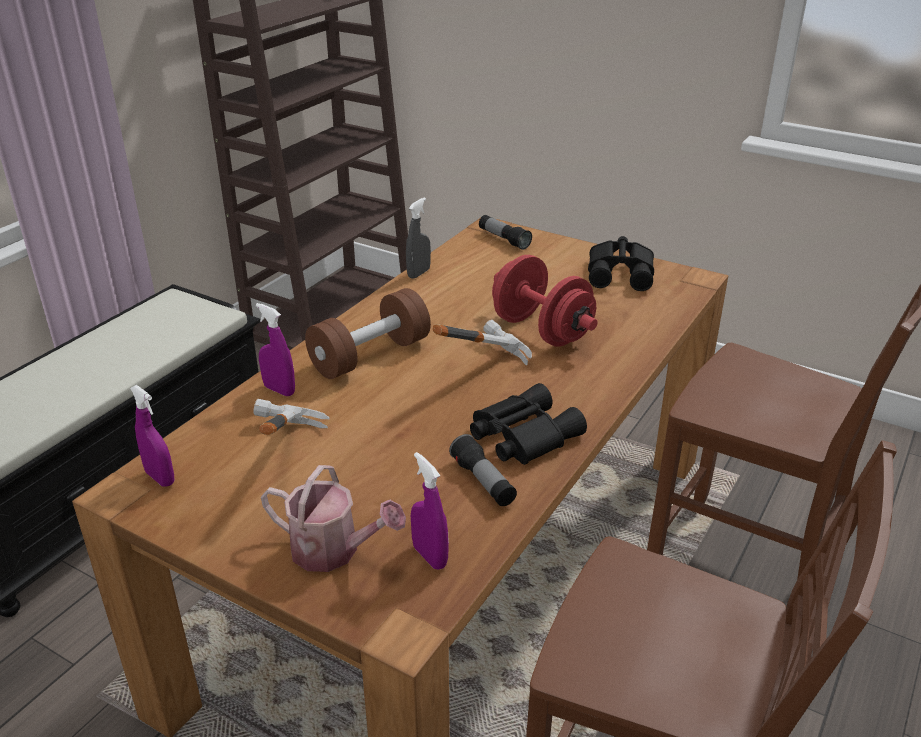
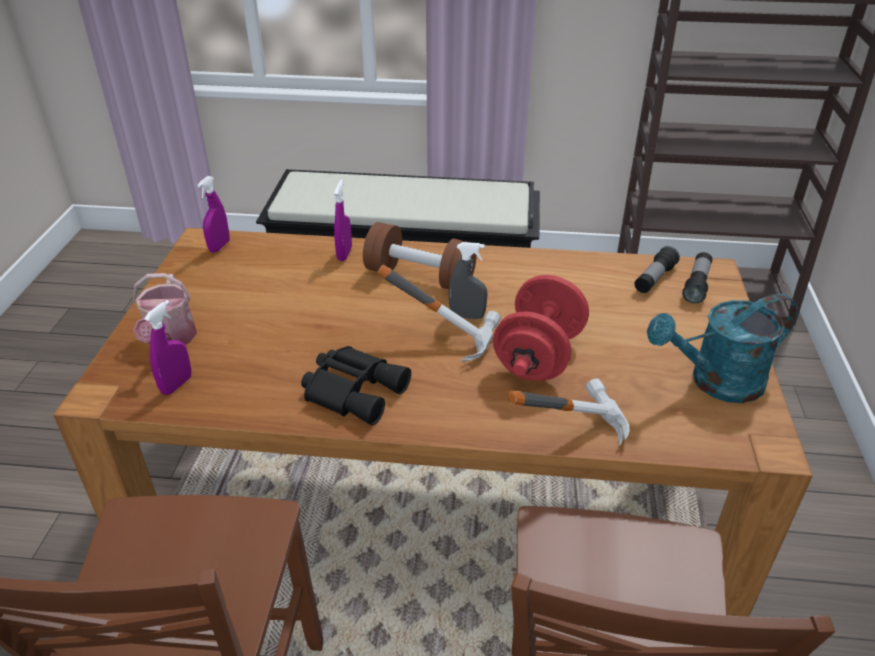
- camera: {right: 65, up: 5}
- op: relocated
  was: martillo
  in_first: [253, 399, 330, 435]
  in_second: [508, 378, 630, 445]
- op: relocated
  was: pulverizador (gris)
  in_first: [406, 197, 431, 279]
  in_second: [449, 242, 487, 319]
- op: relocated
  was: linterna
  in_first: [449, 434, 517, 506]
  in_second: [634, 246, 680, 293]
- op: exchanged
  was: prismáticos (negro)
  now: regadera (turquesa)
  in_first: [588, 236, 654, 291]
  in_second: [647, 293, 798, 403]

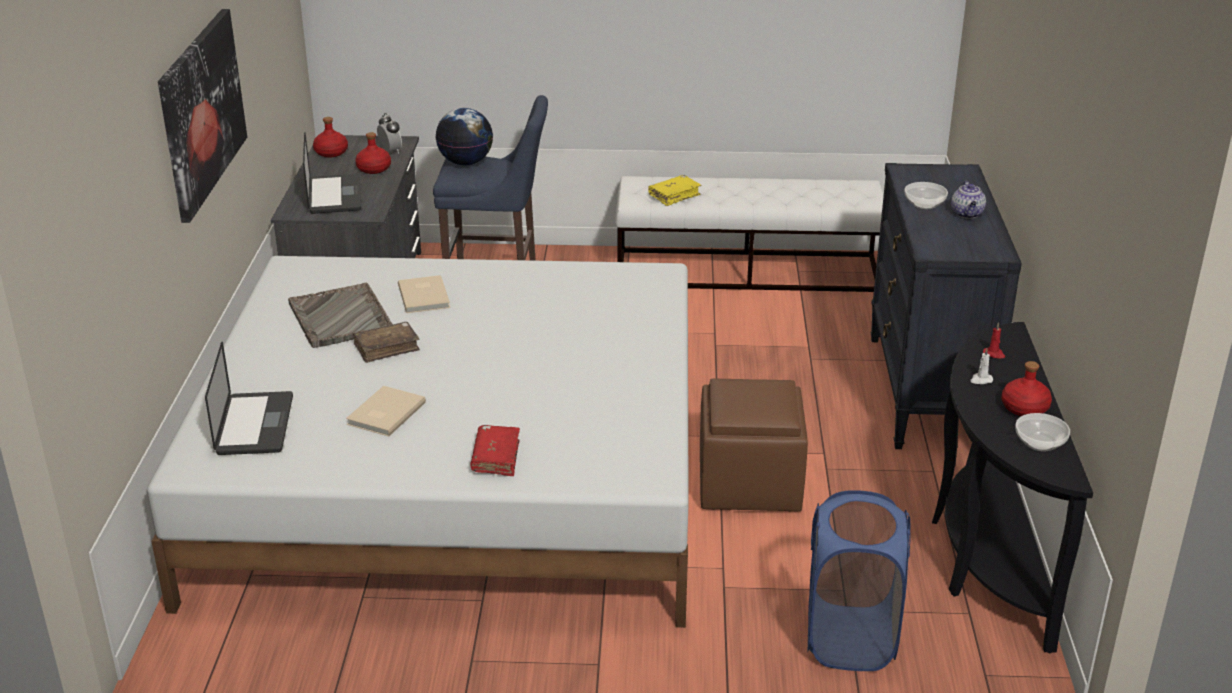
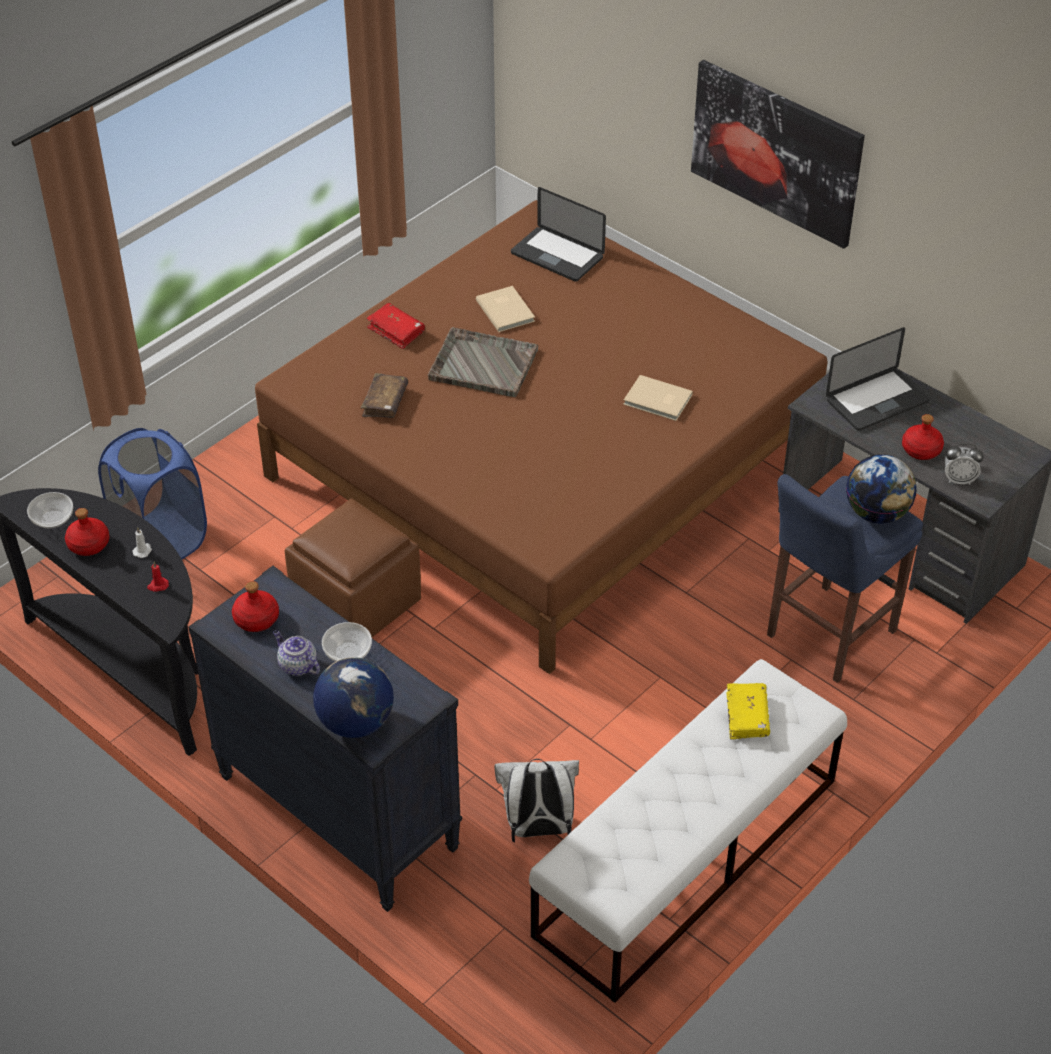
- camera: {right: 130, up: 15}
- op: colour
  was: cama (blanco)
  now: cama (marrón)
  in_first: [147, 256, 689, 628]
  in_second: [255, 200, 828, 674]
- op: relocated
  was: bandeja (gris)
  in_first: [288, 283, 393, 348]
  in_second: [428, 327, 538, 397]
- op: spun
  was: portátil
  in_first: [303, 132, 361, 214]
  in_second: [826, 327, 930, 431]
  clockwise: -60
- op: relocated
  was: botella (rojo)
  in_first: [313, 117, 348, 157]
  in_second: [232, 581, 279, 632]
- op: relocated
  was: libro (marrón)
  in_first: [354, 322, 420, 363]
  in_second: [361, 373, 408, 418]
- op: appeared
  now: globo terráqueo
  in_second: [313, 657, 394, 738]
- op: appeared
  now: mochila (blanco)
  in_second: [494, 759, 579, 842]

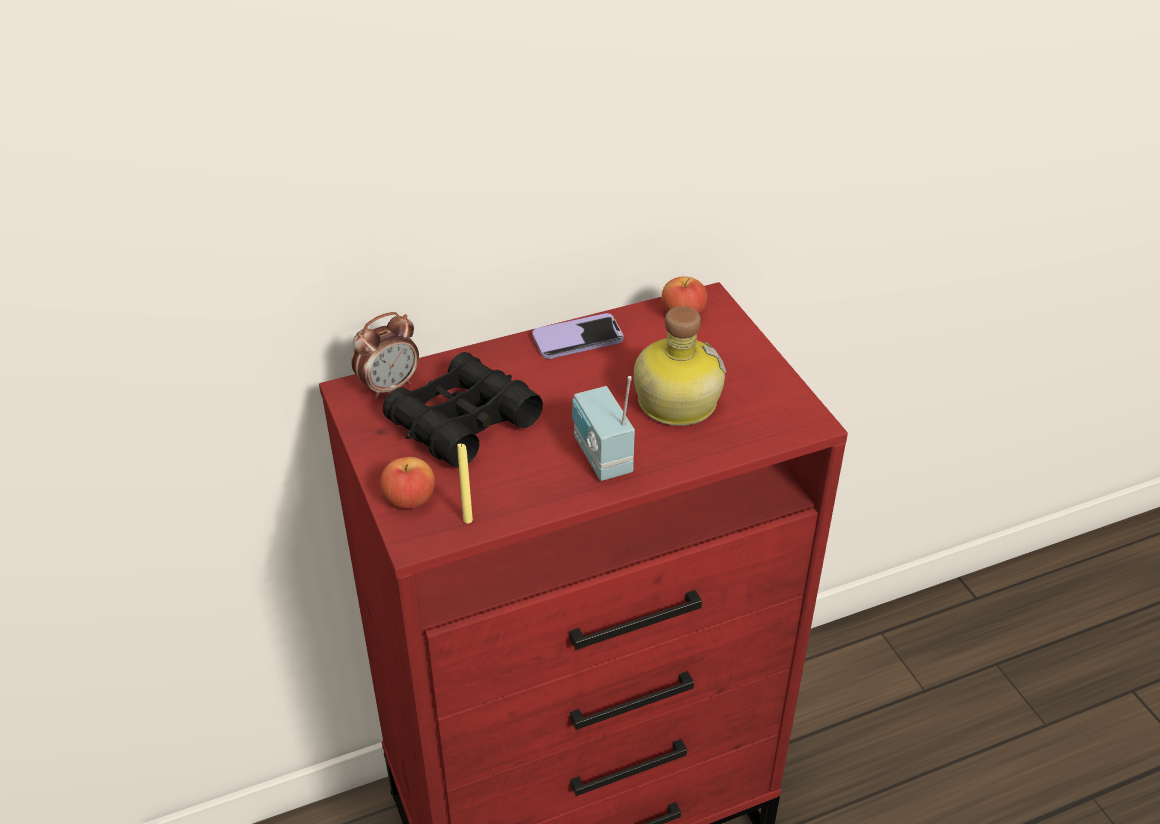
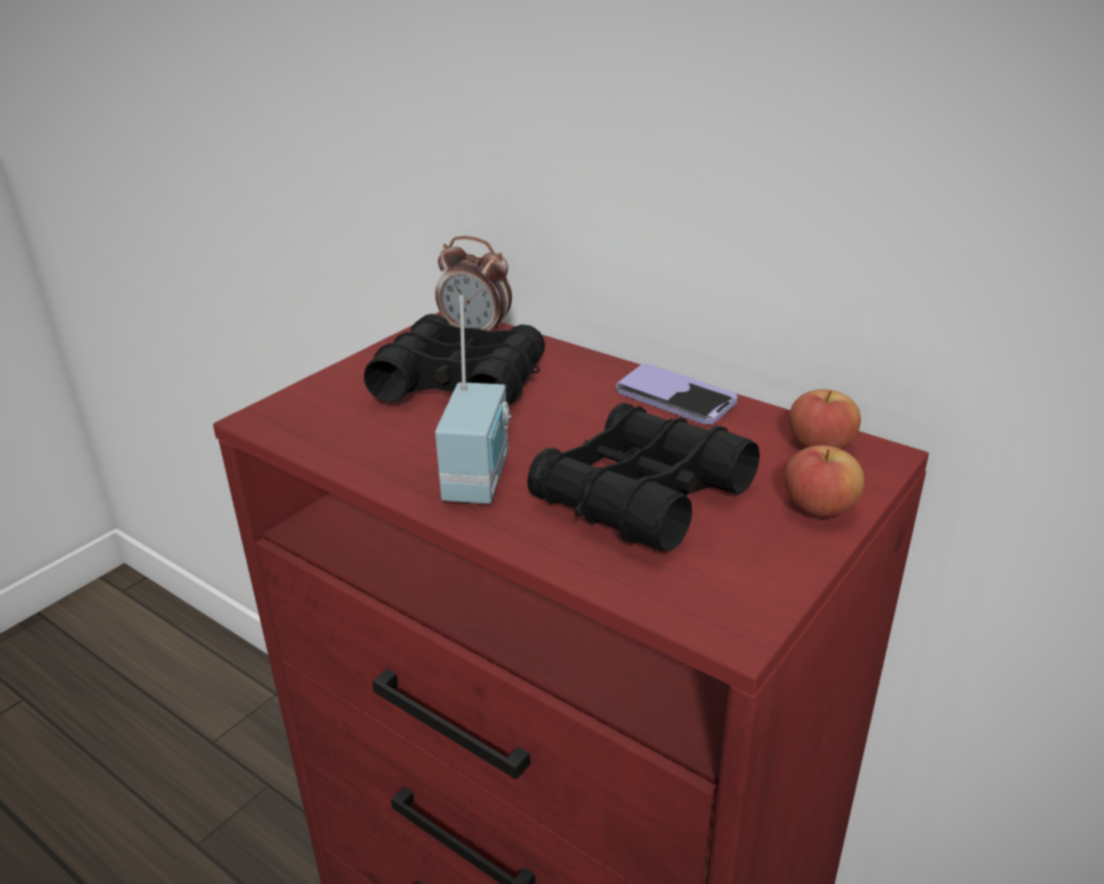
- camera: {right: 60, up: -10}
- op: relocated
  was: manzana
  in_first: [380, 457, 435, 509]
  in_second: [785, 445, 864, 518]
- op: missing
  was: vela (amarillo)
  in_first: [457, 443, 473, 524]
- op: spun
  was: radio
  in_first: [572, 376, 635, 481]
  in_second: [435, 296, 513, 504]
  clockwise: 150
- op: exchanged
  was: botella
  now: prismáticos (negro)
  in_first: [634, 306, 726, 426]
  in_second: [527, 403, 760, 552]

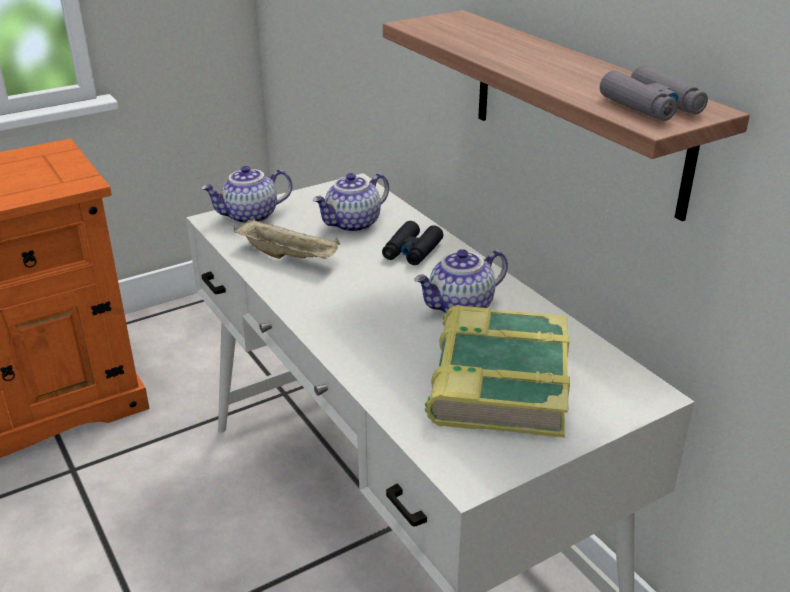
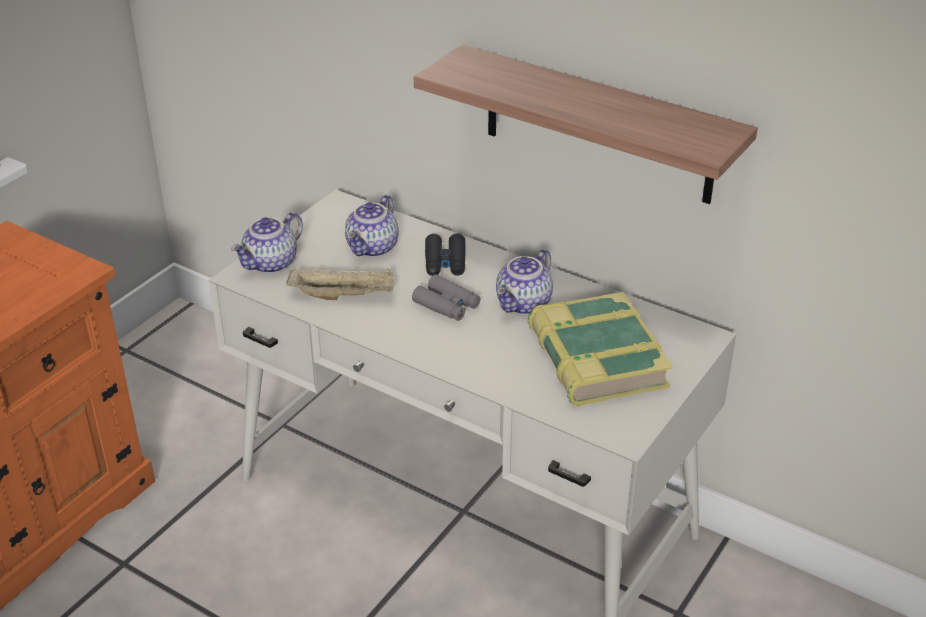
- camera: {right: -25, up: 5}
- op: relocated
  was: prismáticos (gris)
  in_first: [600, 65, 708, 121]
  in_second: [412, 274, 480, 321]

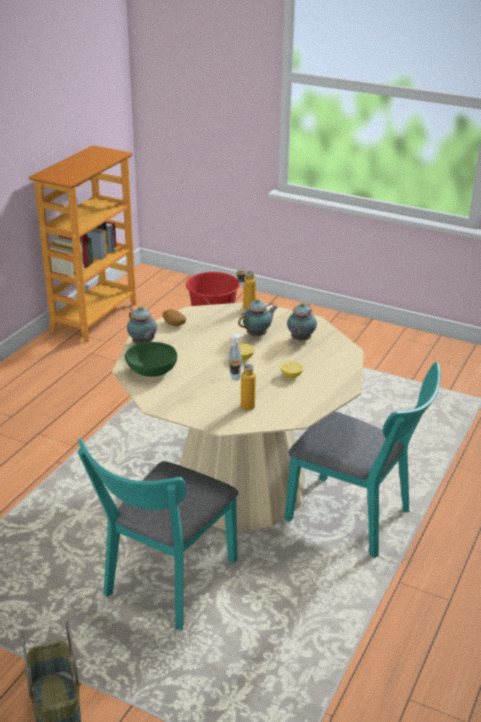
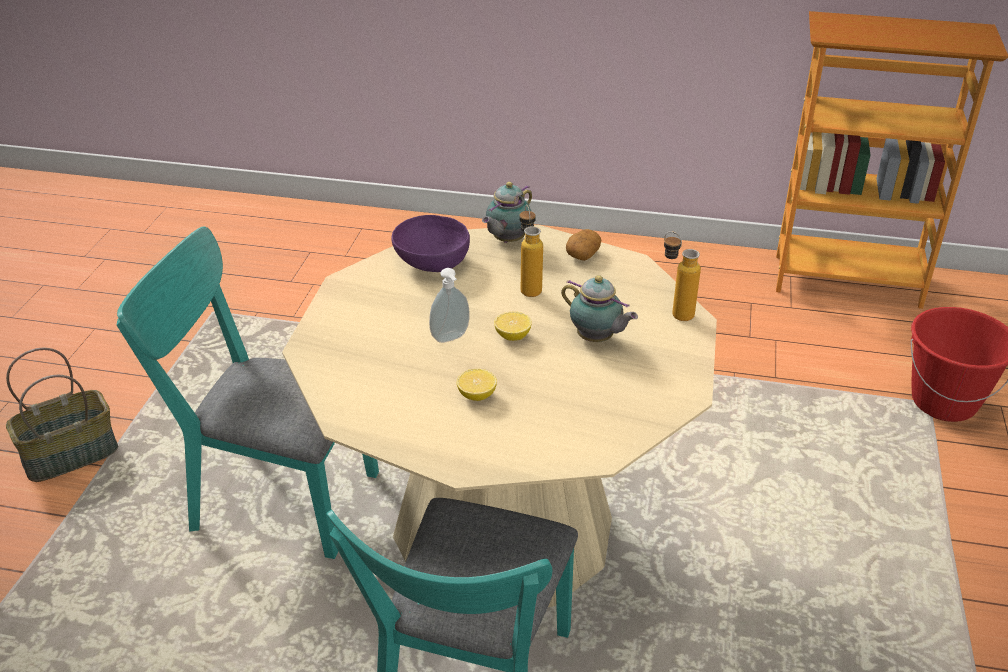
- camera: {right: 75, up: 5}
- op: colour
  was: cuenco (verde)
  now: cuenco (morado)
  in_first: [125, 342, 177, 377]
  in_second: [391, 215, 470, 272]
- op: relocated
  was: botella
  in_first: [229, 357, 256, 411]
  in_second: [519, 205, 543, 297]
- op: missing
  was: tetera
  in_first: [287, 303, 317, 341]

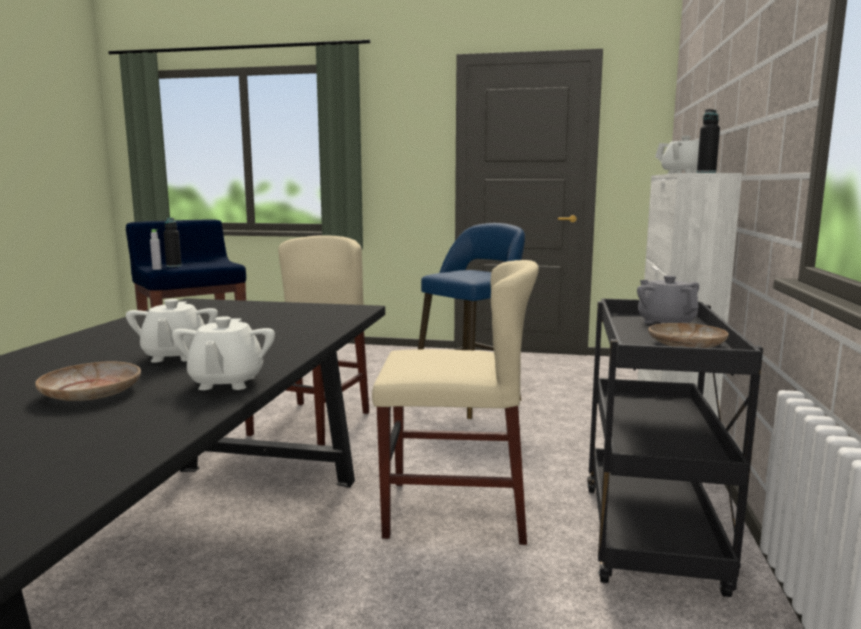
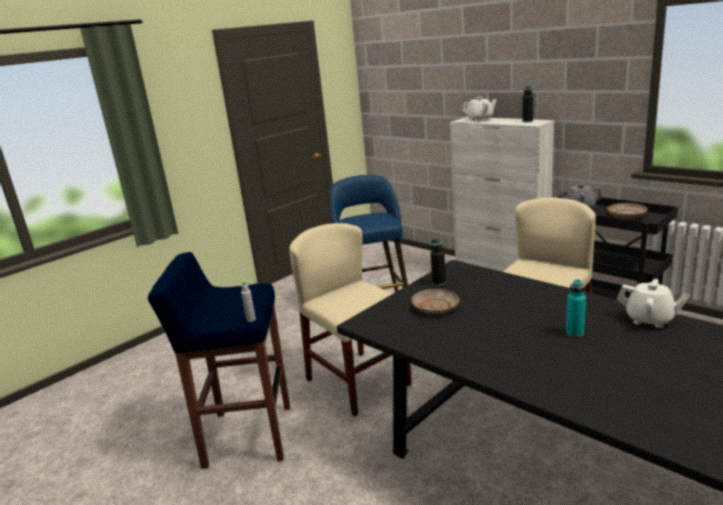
- camera: {right: -55, up: 10}
- op: relocated
  was: plato (beis)
  in_first: [35, 361, 141, 401]
  in_second: [411, 289, 459, 314]
- op: exchanged
  was: tetera (blanco)
  now: botella (turquesa)
  in_first: [126, 299, 218, 363]
  in_second: [566, 280, 586, 337]
- op: relocated
  was: botella (negro)
  in_first: [164, 218, 182, 267]
  in_second: [430, 239, 446, 286]

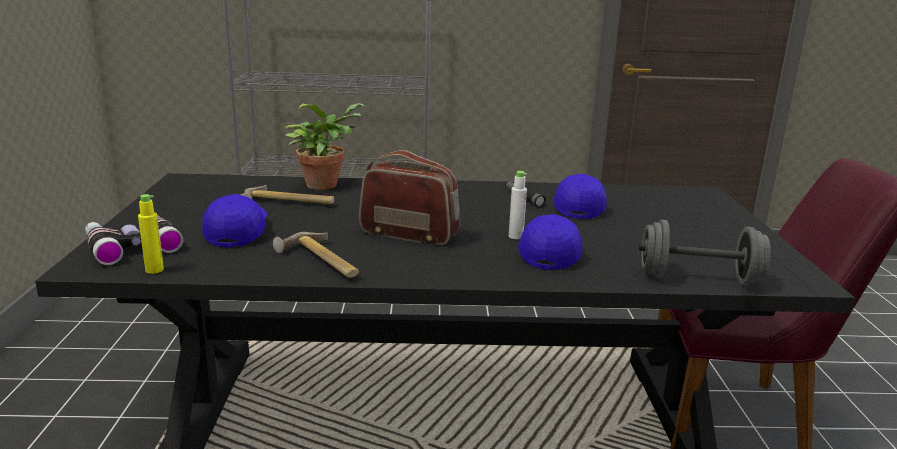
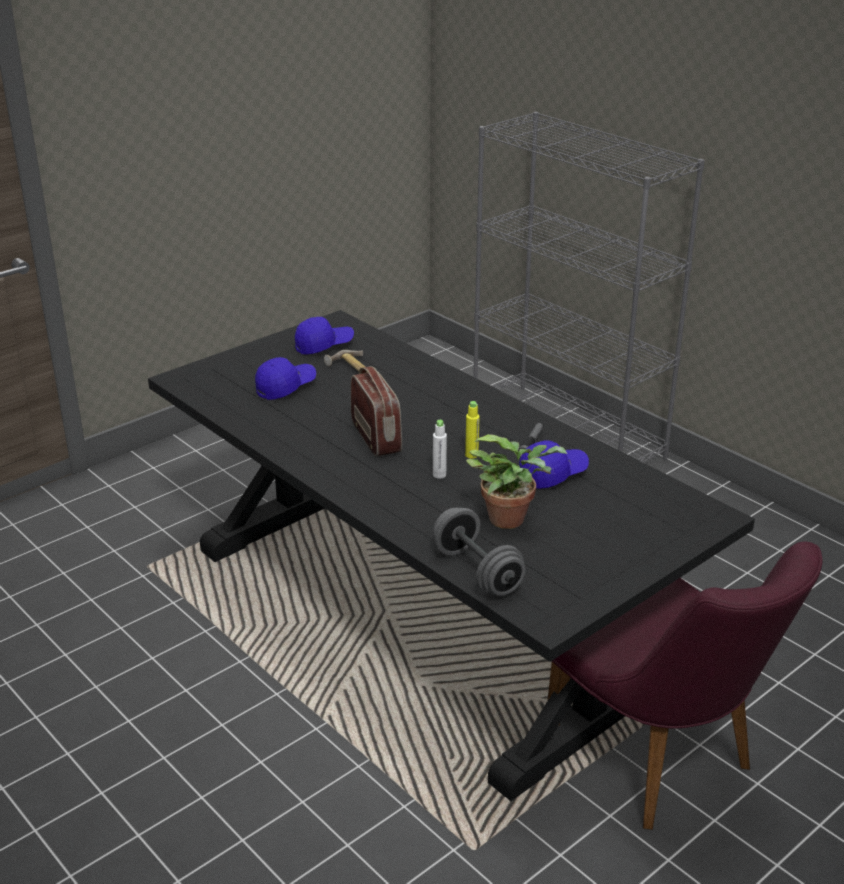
- camera: {right: 50, up: 10}
- op: missing
  was: prismáticos
  in_first: [85, 215, 183, 265]
- op: relocated
  was: botella (amarillo)
  in_first: [138, 194, 164, 274]
  in_second: [465, 401, 480, 459]
- op: missing
  was: martillo
  in_first: [273, 232, 359, 278]
- op: relocated
  was: planta en maceta
  in_first: [285, 103, 365, 190]
  in_second: [466, 434, 567, 529]
- op: relocated
  was: gorra (azul)
  in_first: [518, 214, 582, 270]
  in_second: [295, 317, 354, 355]

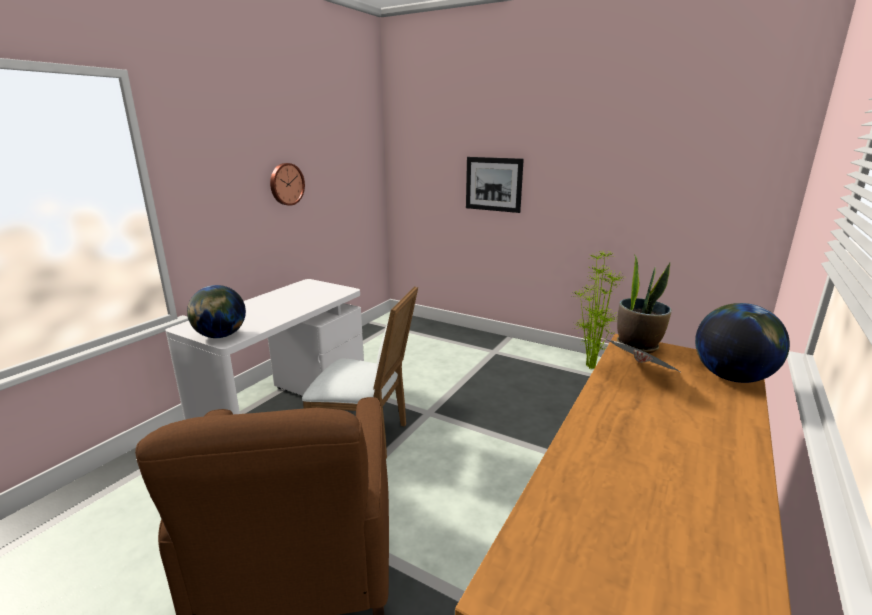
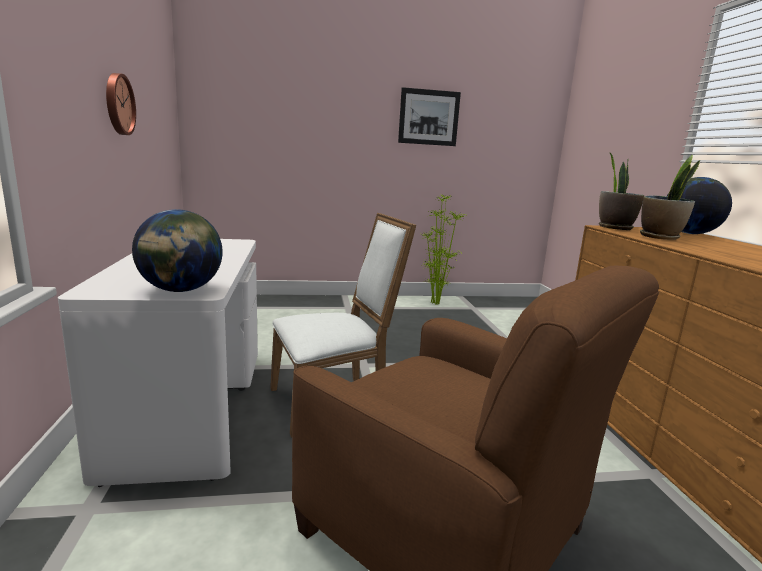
- camera: {right: -40, up: -5}
- op: relocated
  was: cuadro
  in_first: [466, 157, 524, 213]
  in_second: [398, 87, 461, 146]
- op: exchanged
  was: periódico
  now: planta en maceta
  in_first: [600, 338, 680, 372]
  in_second: [640, 155, 700, 240]

